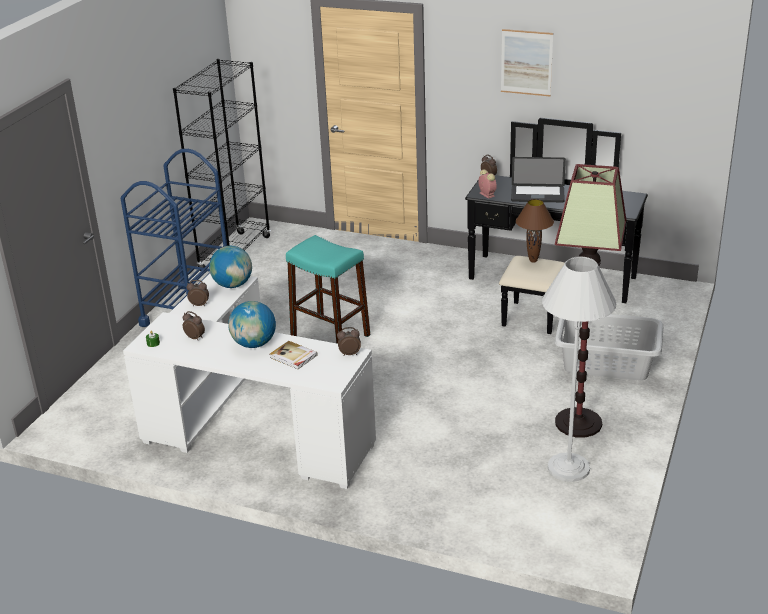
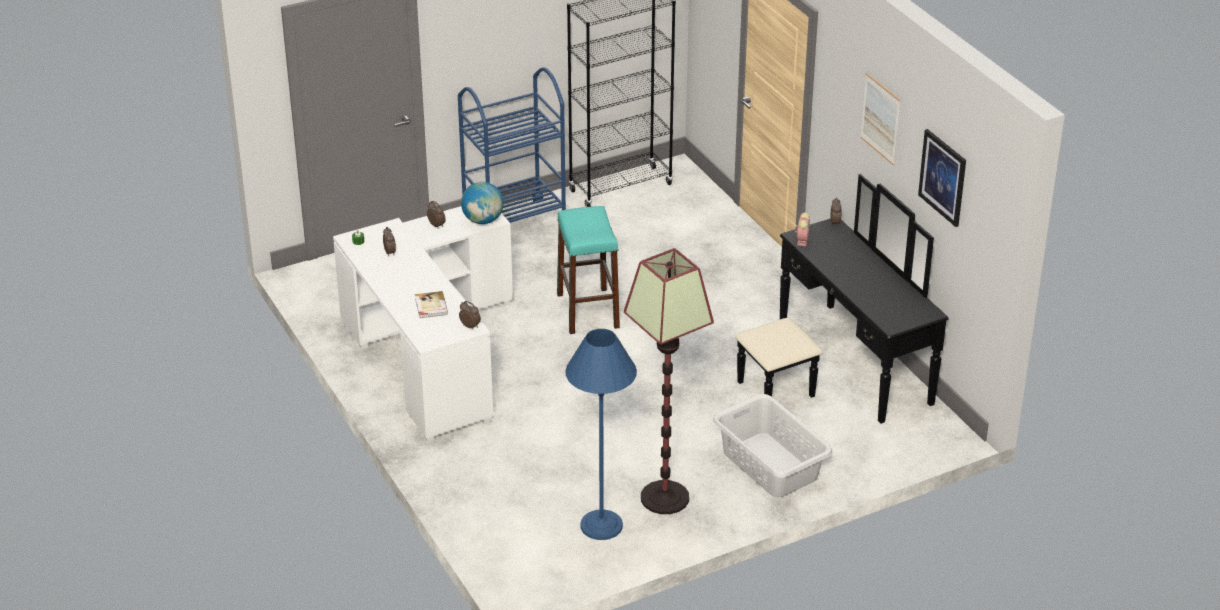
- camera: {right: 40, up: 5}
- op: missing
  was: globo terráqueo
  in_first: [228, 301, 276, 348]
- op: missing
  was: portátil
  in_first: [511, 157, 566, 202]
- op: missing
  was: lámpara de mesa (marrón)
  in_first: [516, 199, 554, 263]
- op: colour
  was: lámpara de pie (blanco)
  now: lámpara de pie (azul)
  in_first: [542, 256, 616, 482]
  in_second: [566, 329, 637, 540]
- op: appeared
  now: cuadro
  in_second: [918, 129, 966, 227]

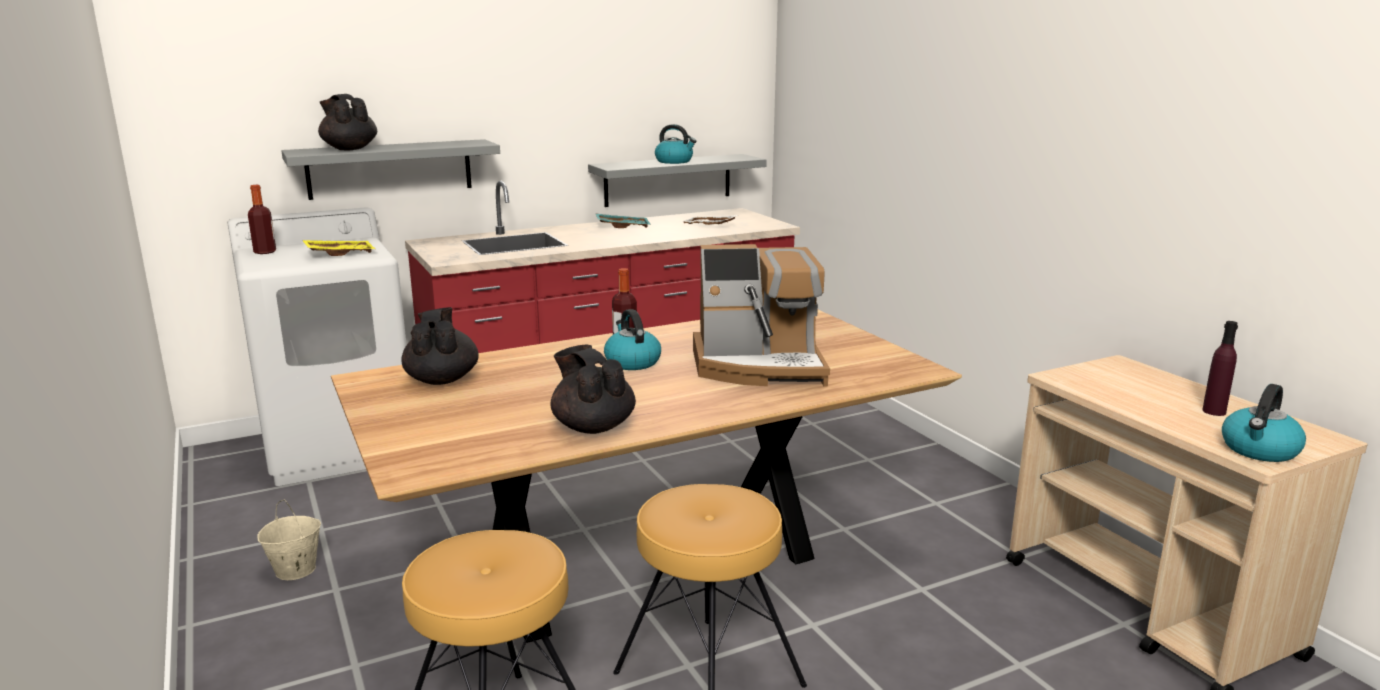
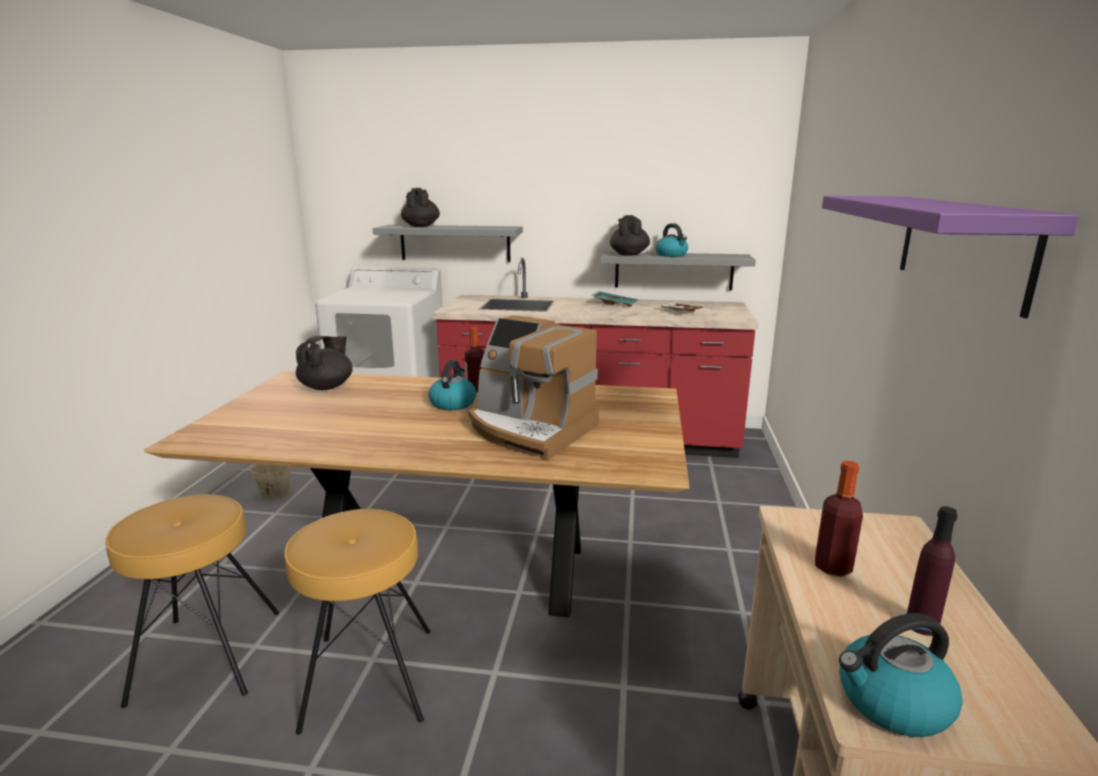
- camera: {right: 35, up: 0}
- op: relocated
  was: botella
  in_first: [248, 185, 276, 254]
  in_second: [815, 461, 863, 577]
- op: missing
  was: bandeja (amarillo)
  in_first: [302, 240, 376, 256]
- op: relocated
  was: tetera (negro)
  in_first: [550, 345, 636, 434]
  in_second: [610, 215, 650, 256]
- op: appeared
  now: estante (morado)
  in_second: [822, 196, 1079, 318]

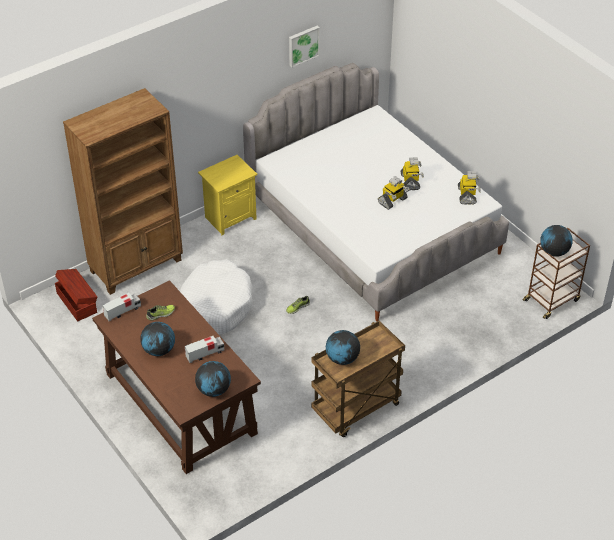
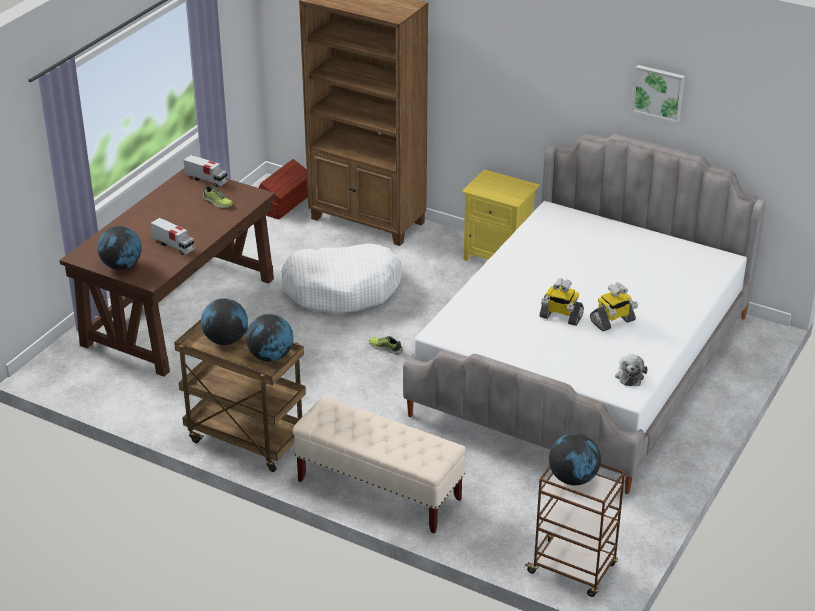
- camera: {right: 65, up: -10}
- op: relocated
  was: globo terráqueo
  in_first: [140, 322, 175, 356]
  in_second: [246, 314, 293, 362]
- op: exchanged
  was: robot de juguete
  now: peluche
  in_first: [458, 171, 481, 204]
  in_second: [615, 354, 648, 386]
- op: appeared
  now: banco (beis)
  in_second: [293, 396, 466, 533]

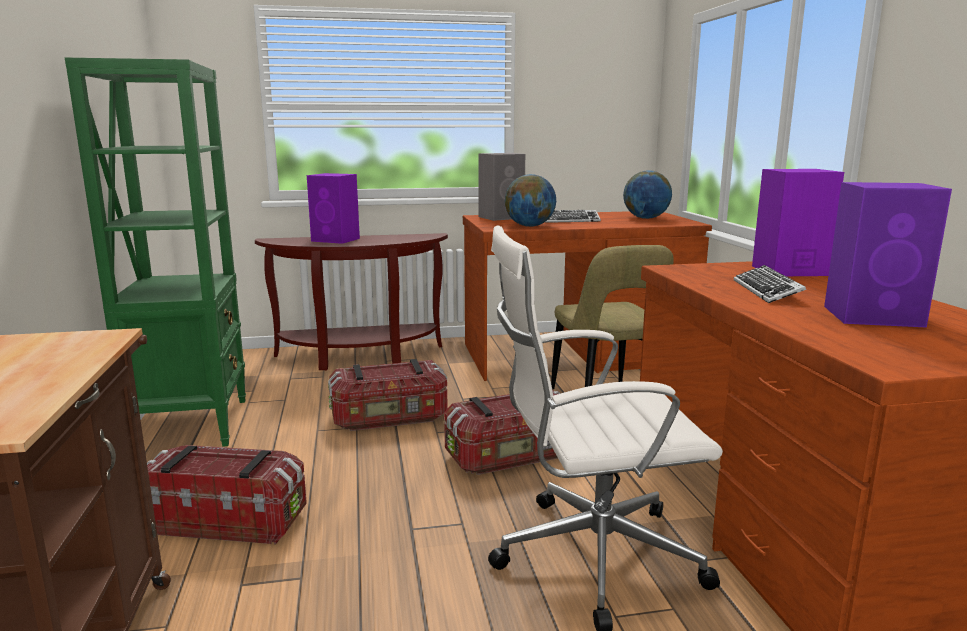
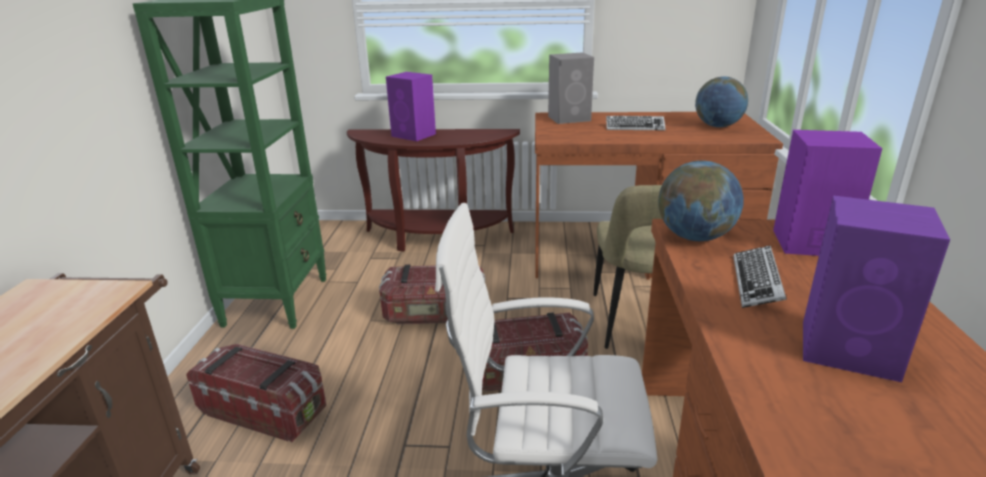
- camera: {right: 15, up: 10}
- op: relocated
  was: globo terráqueo
  in_first: [505, 174, 556, 227]
  in_second: [658, 160, 744, 241]

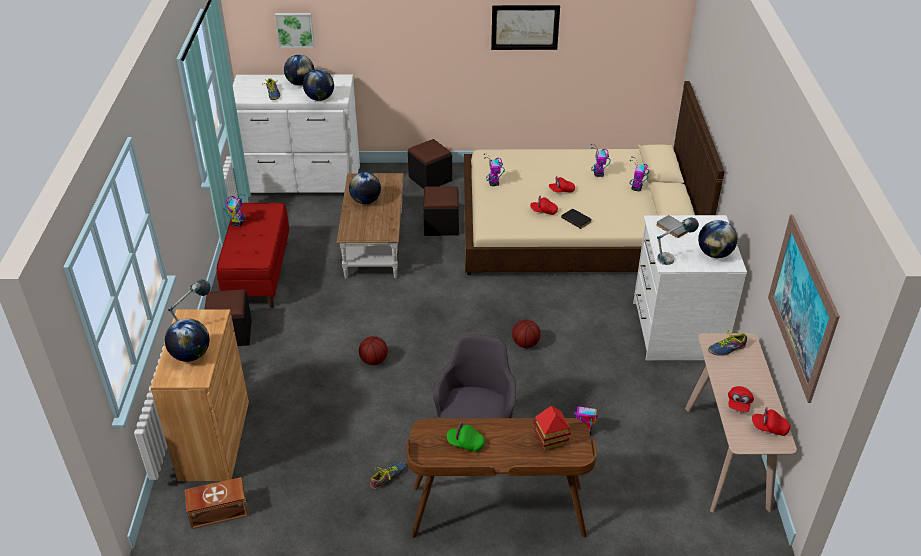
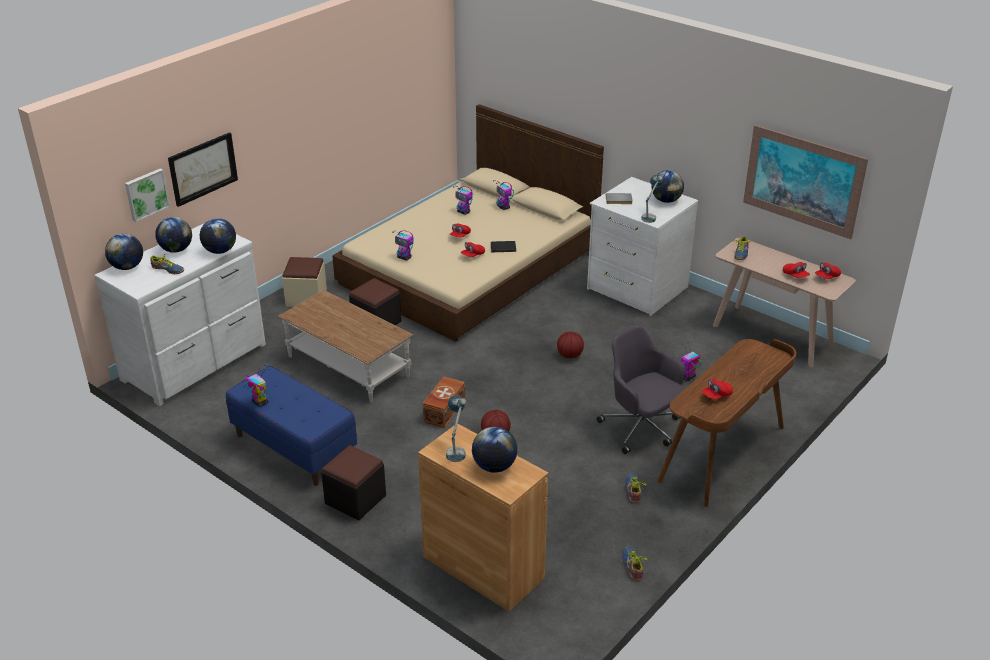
- camera: {right: -50, up: -5}
- op: relocated
  was: caja de almacenaje (marrón)
  in_first: [185, 477, 248, 529]
  in_second: [423, 377, 465, 428]
- op: colour
  was: banco (rojo)
  now: banco (azul)
  in_first: [216, 203, 289, 308]
  in_second: [226, 366, 357, 486]
- op: relocated
  was: globo terráqueo
  in_first: [349, 172, 381, 204]
  in_second: [105, 234, 143, 270]
- op: colour
  was: puf (negro)
  now: puf (beis)
  in_first: [408, 139, 452, 190]
  in_second: [282, 257, 327, 307]
- op: colour
  was: gorra (verde)
  now: gorra (rojo)
  in_first: [447, 422, 485, 452]
  in_second: [702, 379, 733, 399]
- op: relocated
  was: cuadro
  in_first: [491, 5, 560, 50]
  in_second: [168, 132, 238, 207]
- op: missing
  was: casita
  in_first: [533, 406, 571, 450]
- op: appeared
  now: zapato
  in_second: [622, 546, 647, 580]

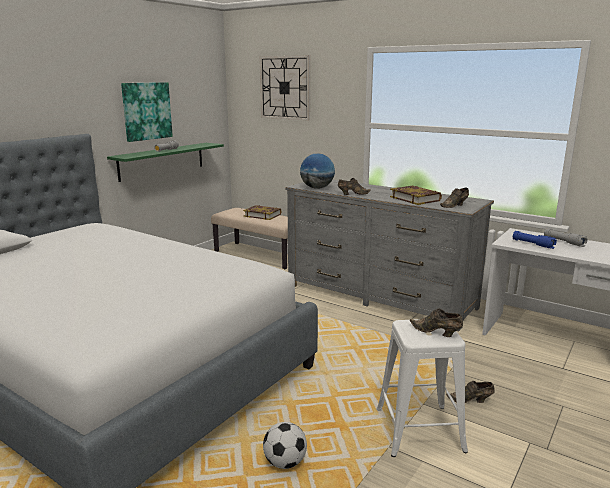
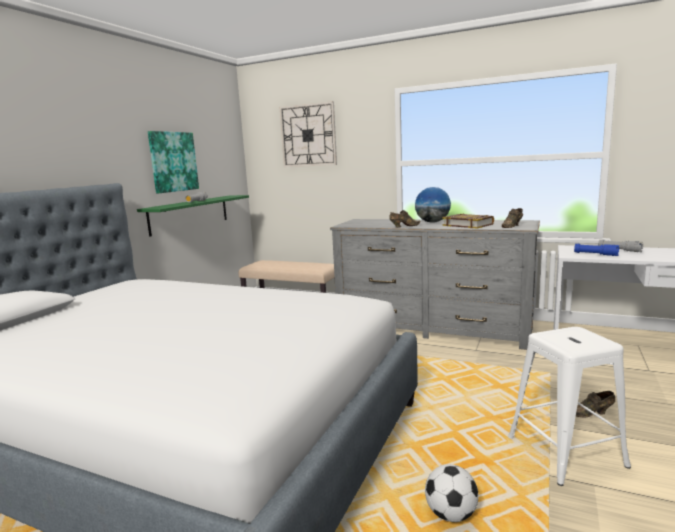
- camera: {right: -10, up: -5}
- op: missing
  was: libro
  in_first: [243, 205, 282, 220]
- op: relocated
  was: globo terráqueo
  in_first: [300, 153, 335, 189]
  in_second: [415, 187, 451, 223]
- op: missing
  was: zapato (marrón)
  in_first: [410, 308, 463, 337]

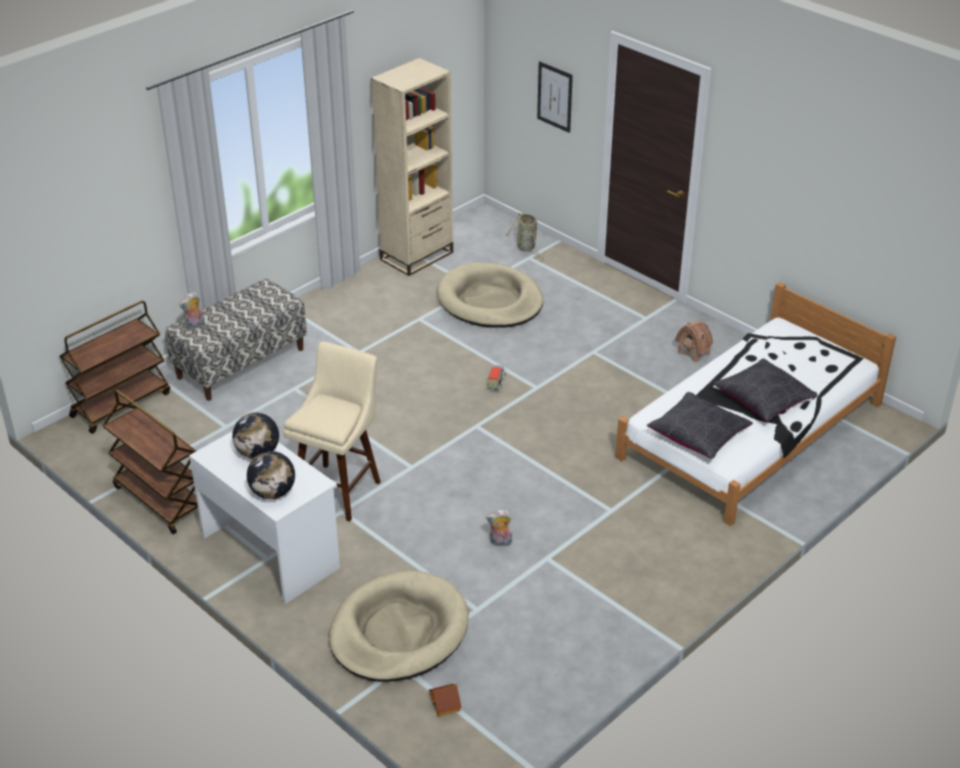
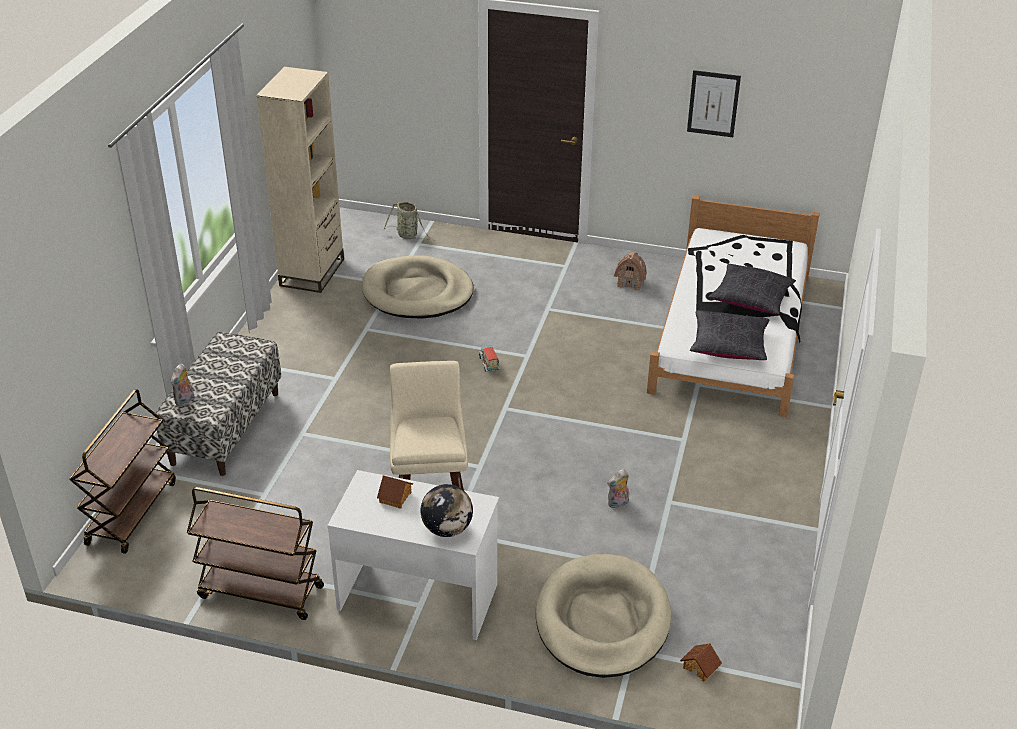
- camera: {right: -30, up: 0}
- op: exchanged
  was: globo terráqueo
  now: casita
  in_first: [232, 413, 279, 459]
  in_second: [377, 476, 413, 508]
- op: relocated
  was: cuadro
  in_first: [537, 61, 573, 133]
  in_second: [687, 70, 741, 137]

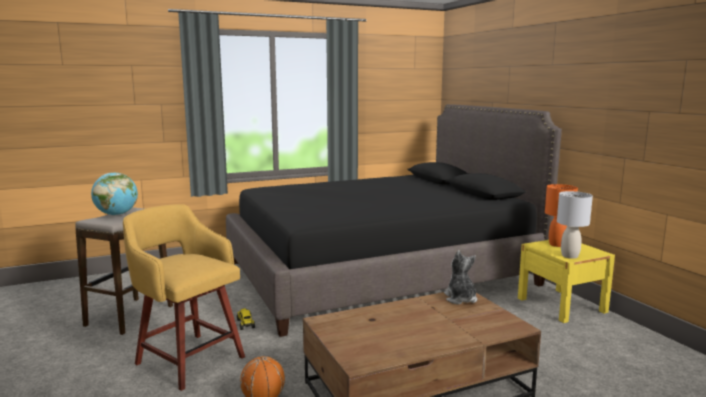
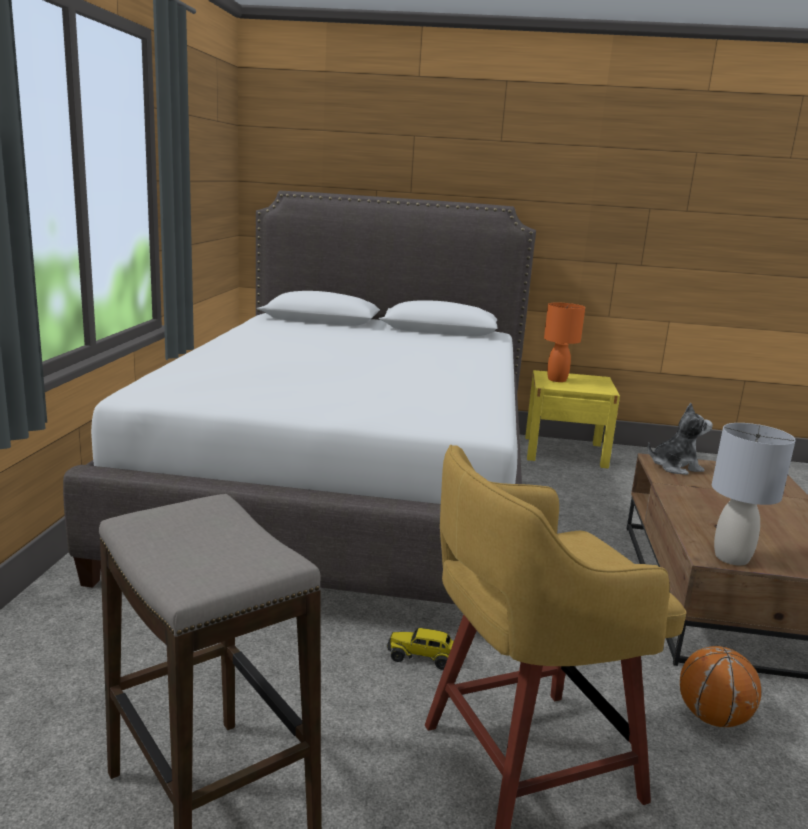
- camera: {right: -60, up: 5}
- op: missing
  was: globo terráqueo
  in_first: [91, 173, 138, 215]
- op: colour
  was: cama (negro)
  now: cama (blanco)
  in_first: [226, 104, 562, 337]
  in_second: [63, 191, 536, 604]
- op: spun
  was: peluche
  in_first: [444, 250, 477, 304]
  in_second: [648, 403, 713, 475]
  clockwise: 150
- op: relocated
  was: lámpara de mesa (gris)
  in_first: [557, 191, 593, 259]
  in_second: [712, 423, 796, 566]

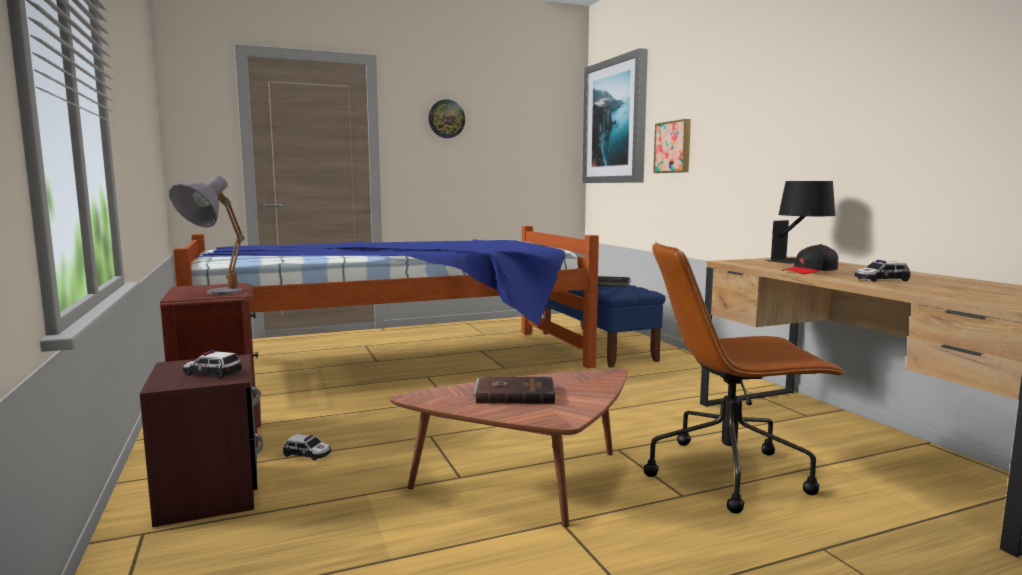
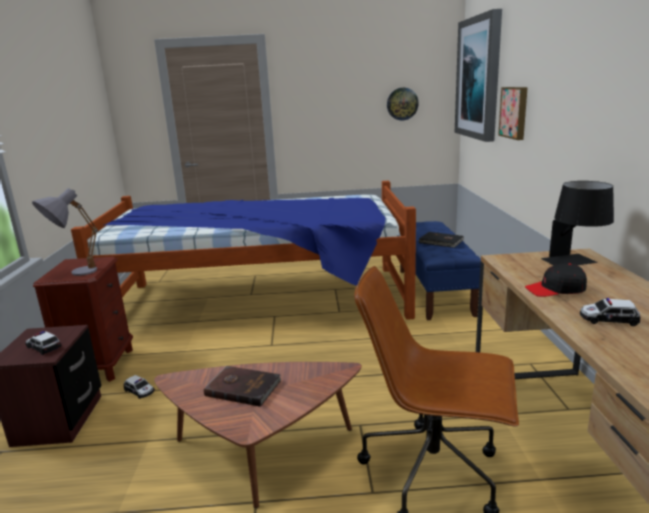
- camera: {right: 20, up: 10}
- op: relocated
  was: reloj de pared
  in_first: [428, 99, 465, 138]
  in_second: [387, 88, 419, 121]

